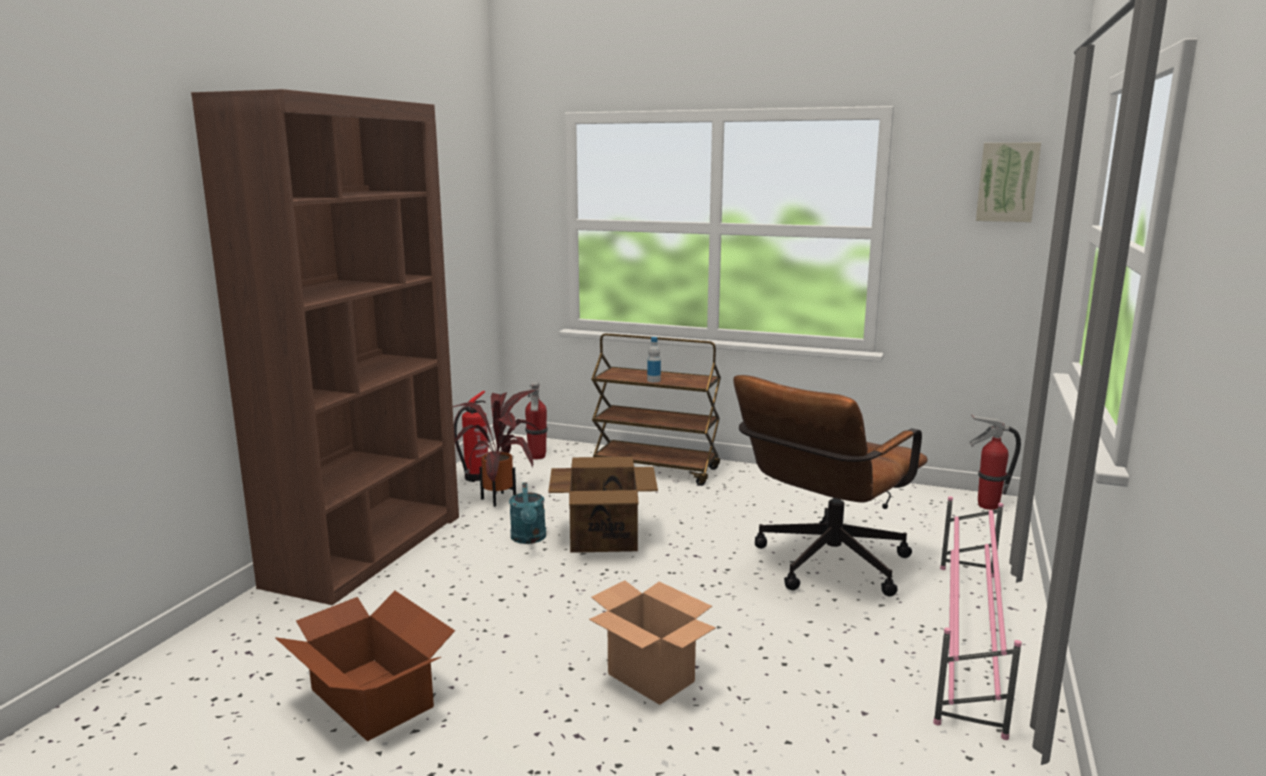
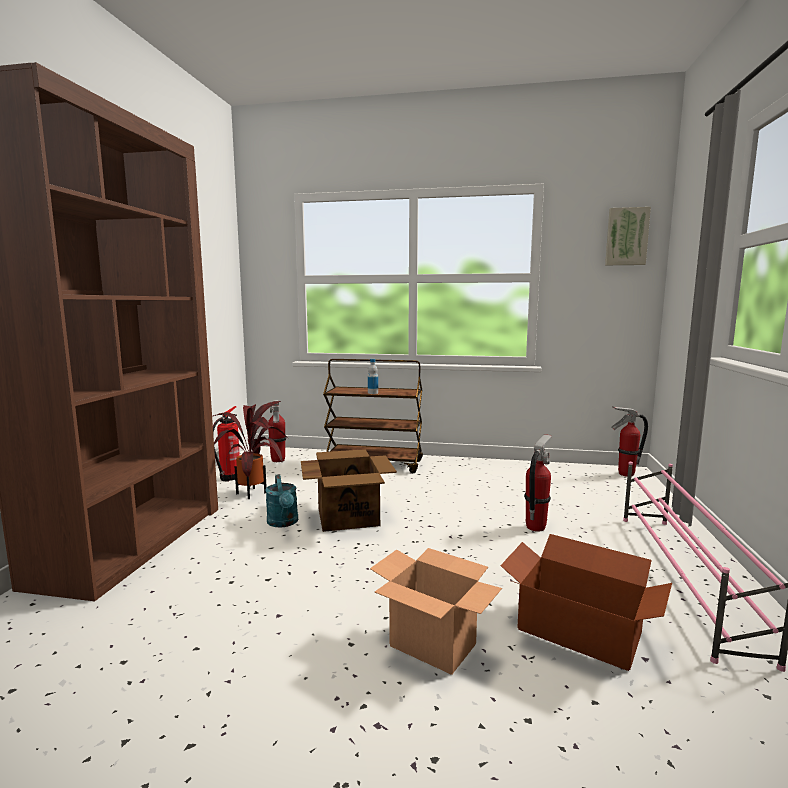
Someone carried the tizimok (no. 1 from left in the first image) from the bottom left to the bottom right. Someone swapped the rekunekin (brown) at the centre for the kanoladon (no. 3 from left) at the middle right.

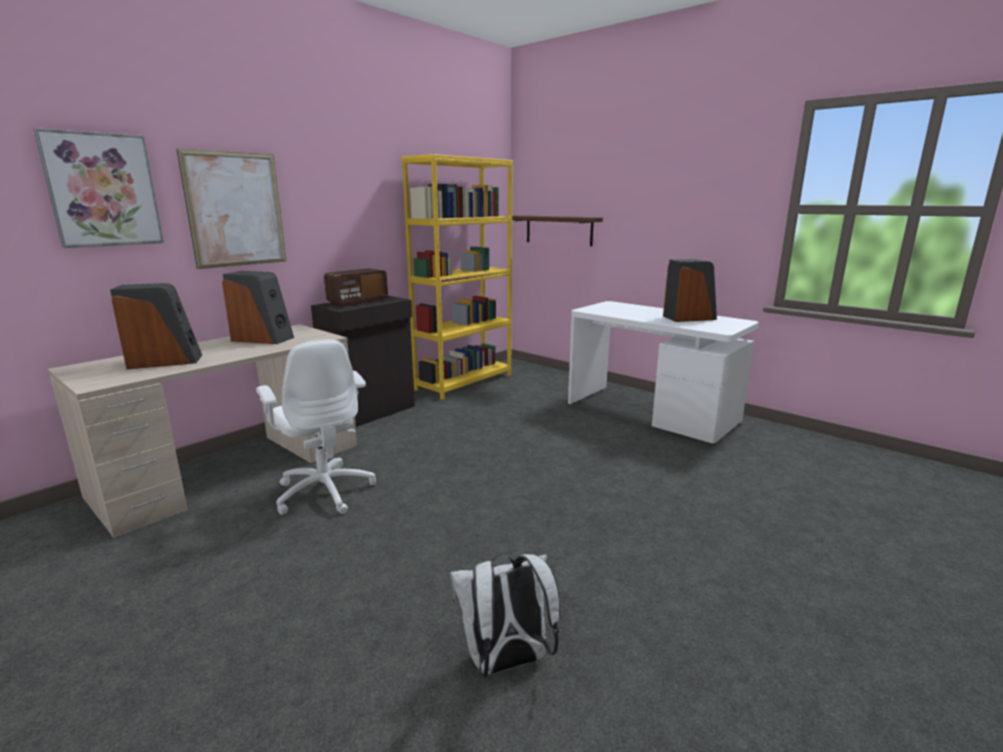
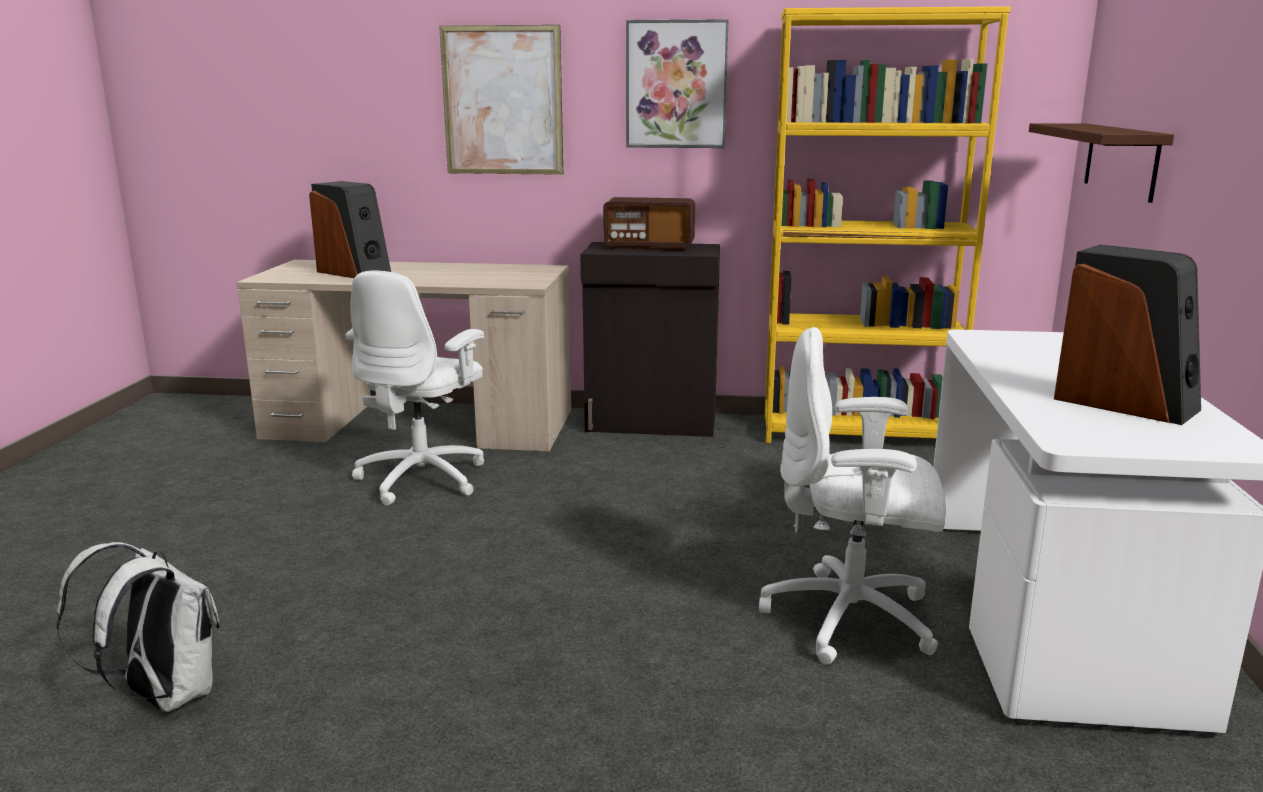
Someone carried the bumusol (no. 1 from left in the first image) from the top left to the top centre. Someone put down the rekunekin (white) (no. 2 from left) at the middle right. Someone took away the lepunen (no. 2 from left) at the middle left.

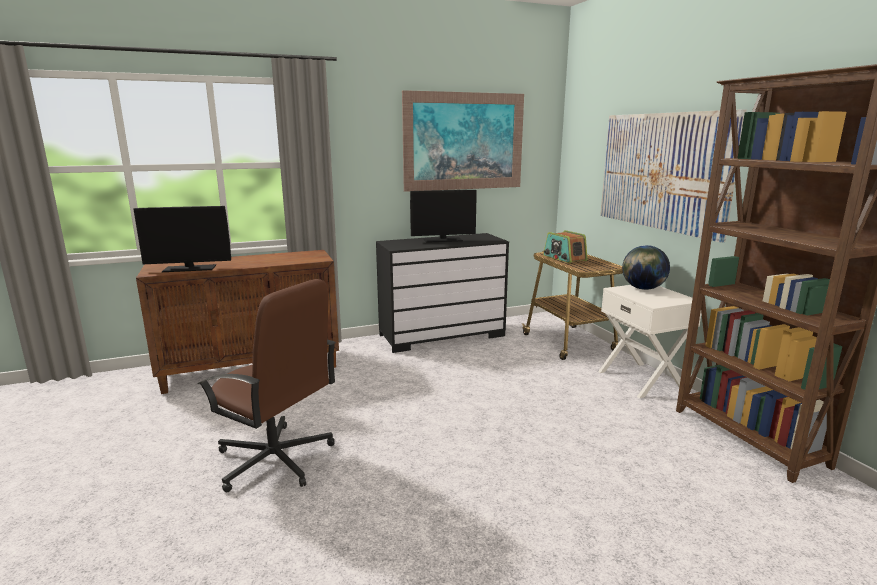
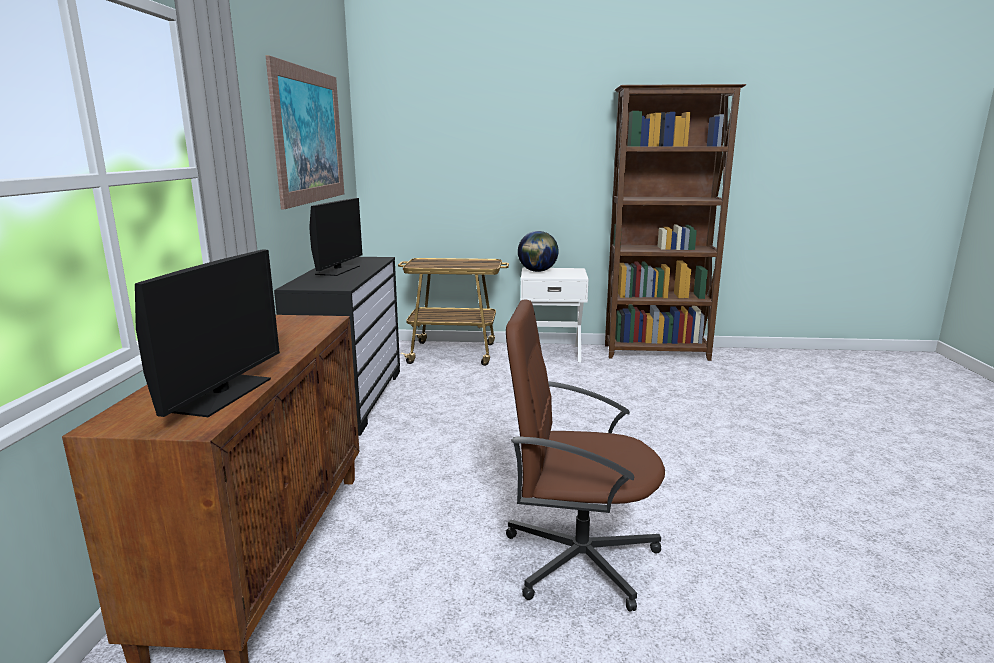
Someone rotated the rekunekin (brown) at the middle left by 135 degrees counterclockwise. Someone took away the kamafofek at the centre. Someone took away the bumusol (no. 2 from left) at the top right.

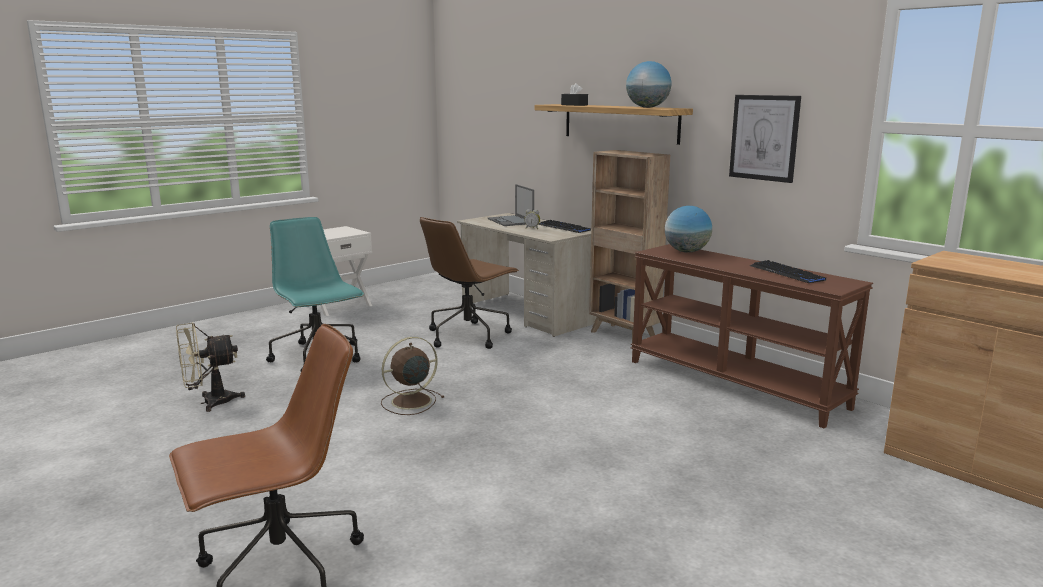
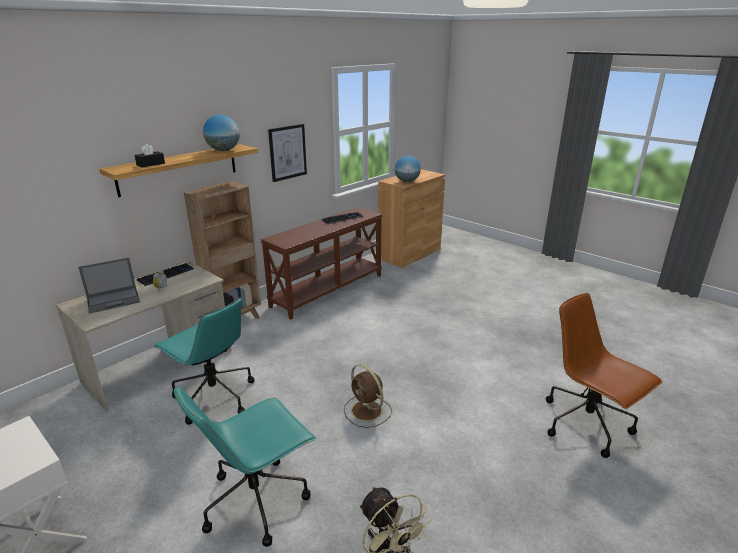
Someone repainted the rekunekin (brown) (no. 2 from left) at the centre, which became the rekunekin (turquoise) (no. 1 from left) at the middle left. Someone carried the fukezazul (no. 2 from left) from the centre to the top centre.

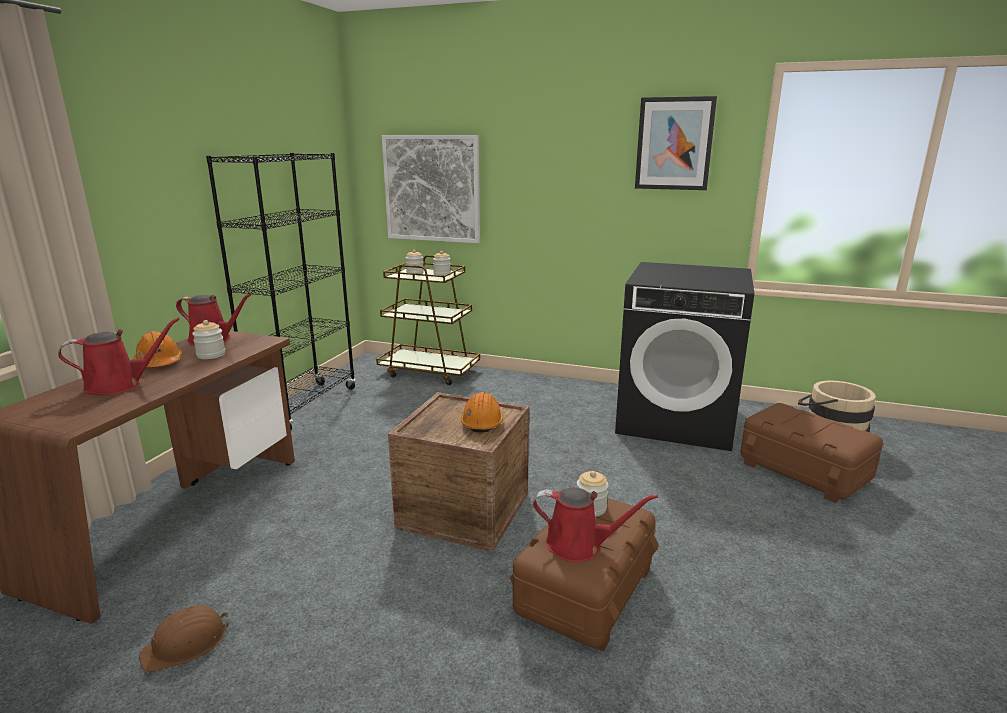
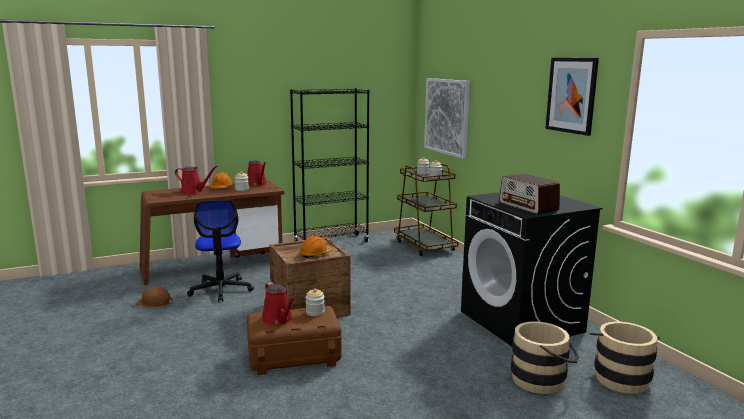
Someone put down the rekunekin at the middle left. Someone put down the kamafofek at the middle right. Someone swapped the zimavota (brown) (no. 2 from left) at the middle right for the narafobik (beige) (no. 1 from left) at the bottom right.

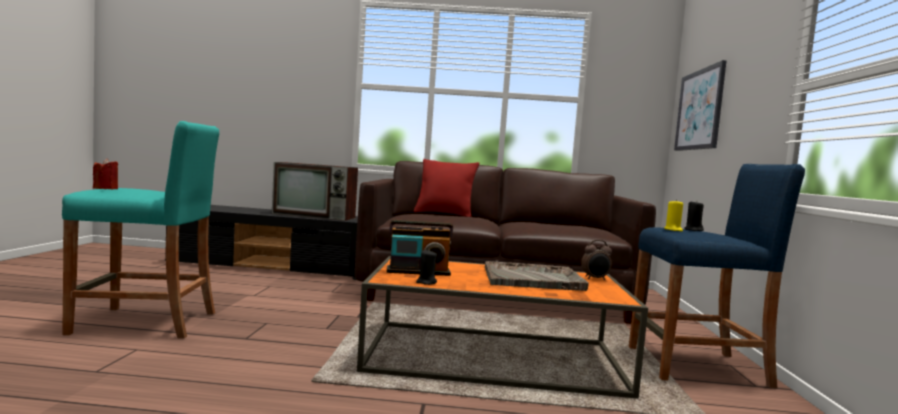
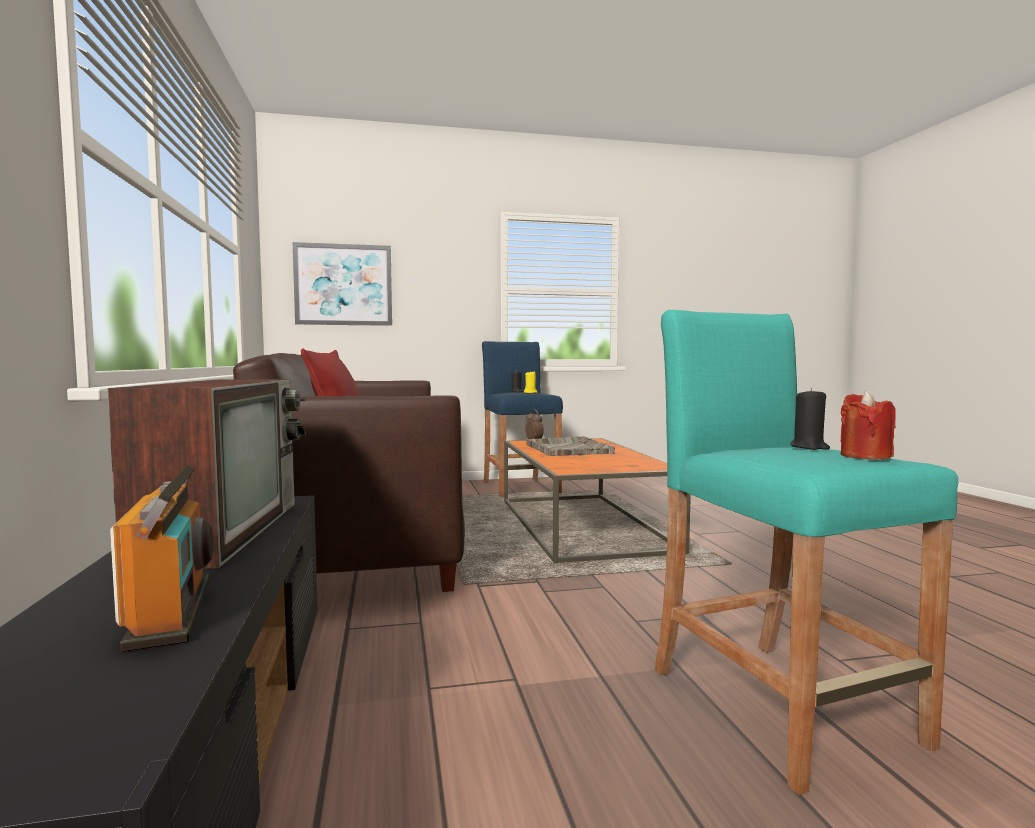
Someone carried the kamafofek from the centre to the bottom left. Someone carried the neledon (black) (no. 1 from left in the first image) from the centre to the middle right.

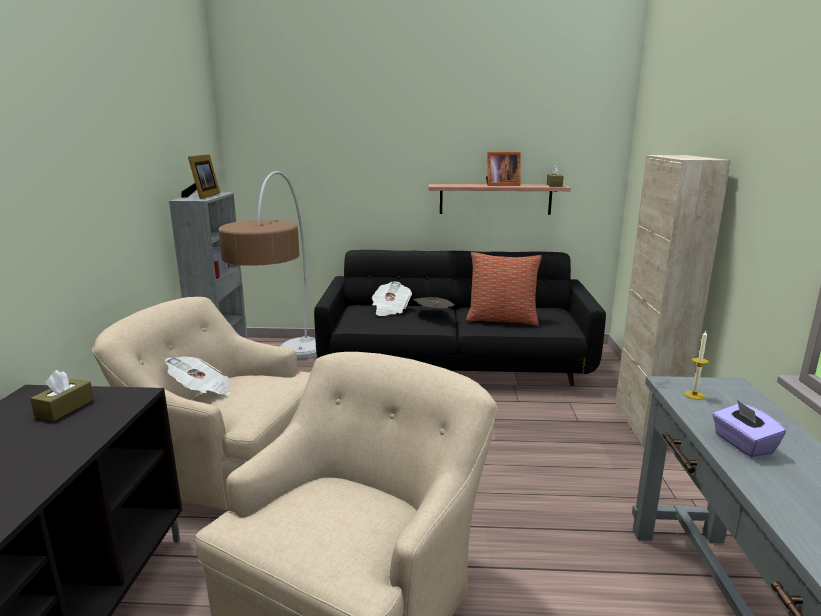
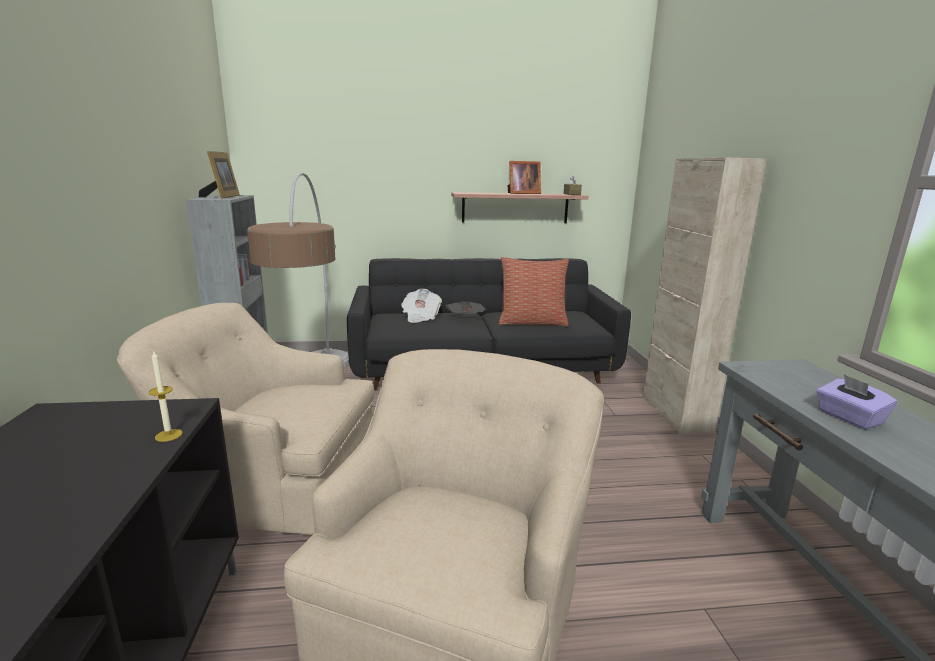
Someone carried the neledon from the middle right to the middle left. Someone took away the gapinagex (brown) (no. 1 from left) at the middle left. Someone took away the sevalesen (no. 1 from left) at the middle left.

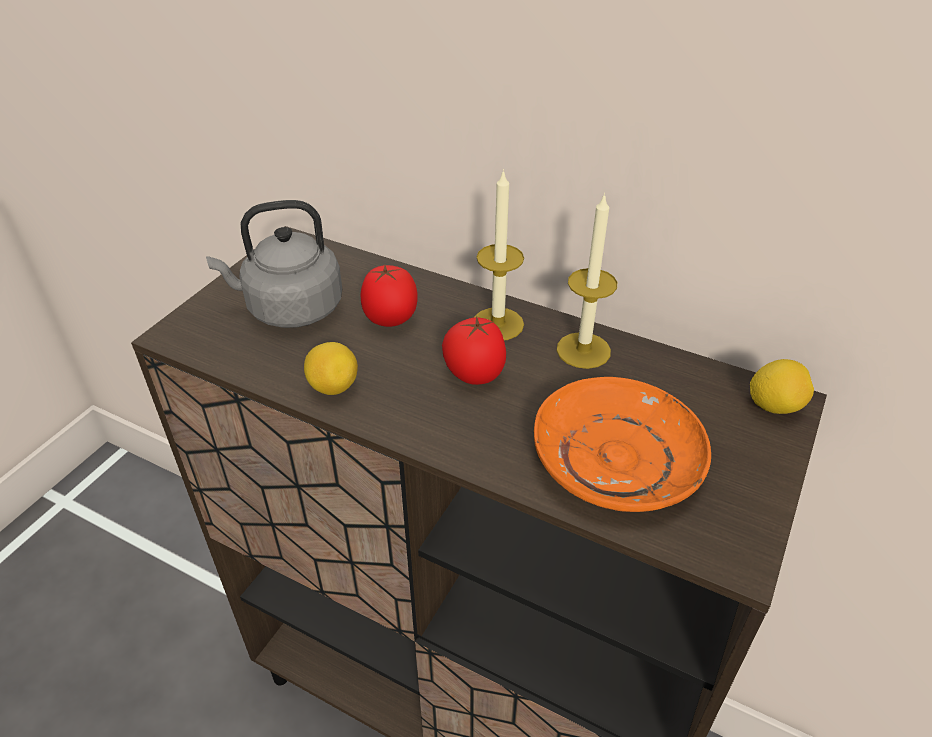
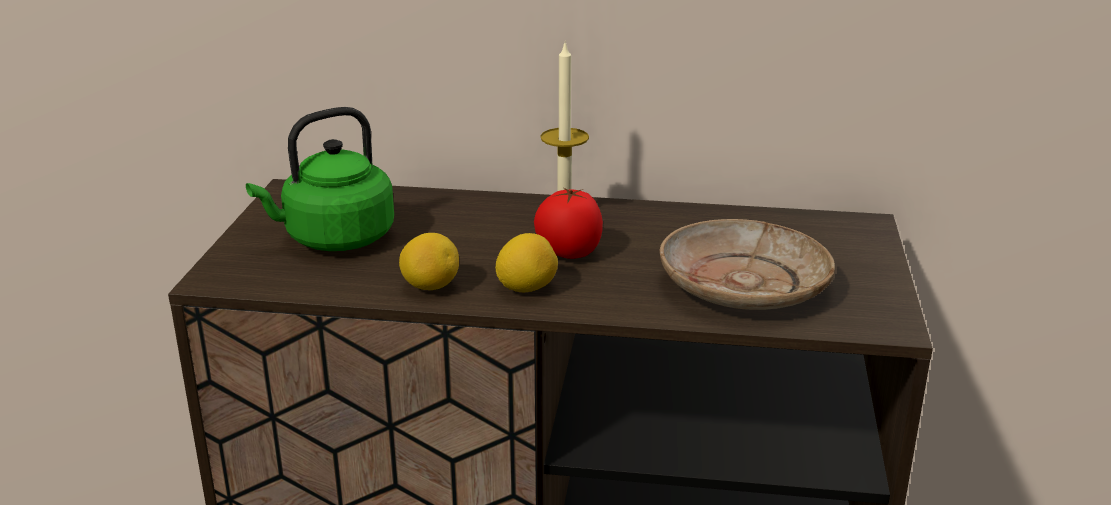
Someone repainted the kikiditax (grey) at the middle left, which became the kikiditax (green) at the middle left. Someone carried the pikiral (no. 2 from left) from the middle right to the centre. Someone repainted the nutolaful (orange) at the middle right, which became the nutolaful (beige) at the middle right. Someone took away the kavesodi (no. 1 from left) at the centre. Someone took away the neledon (no. 2 from left) at the centre.

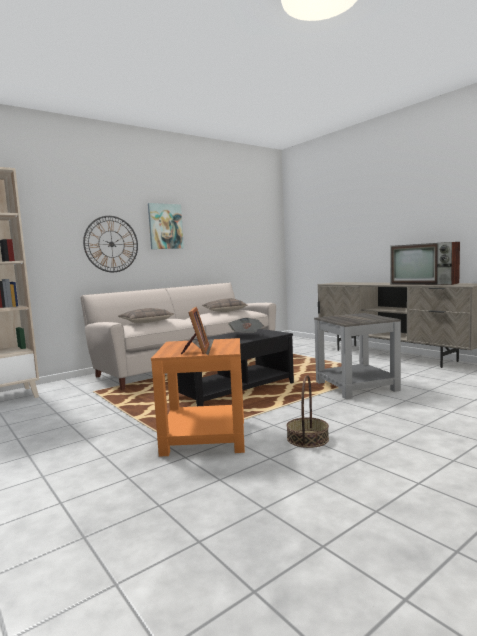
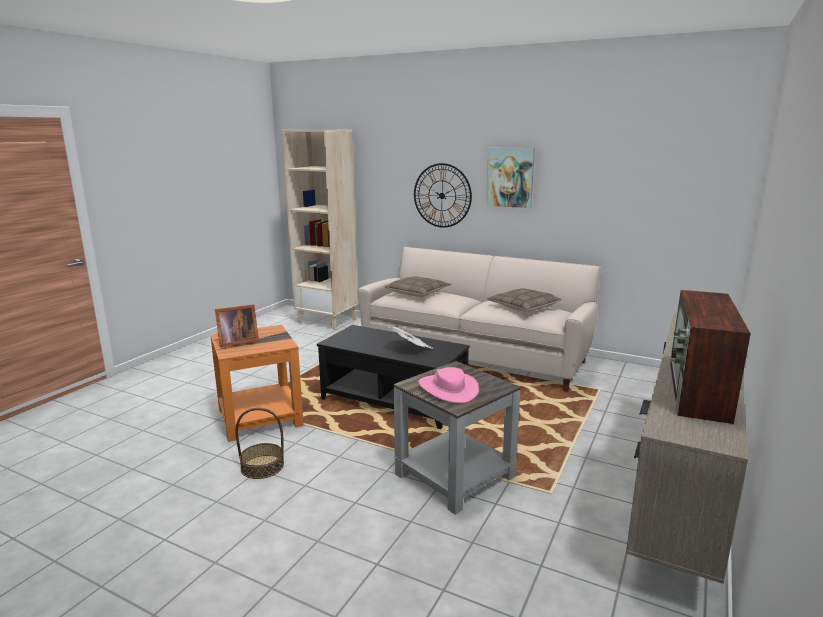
Someone put down the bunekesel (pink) at the centre.

